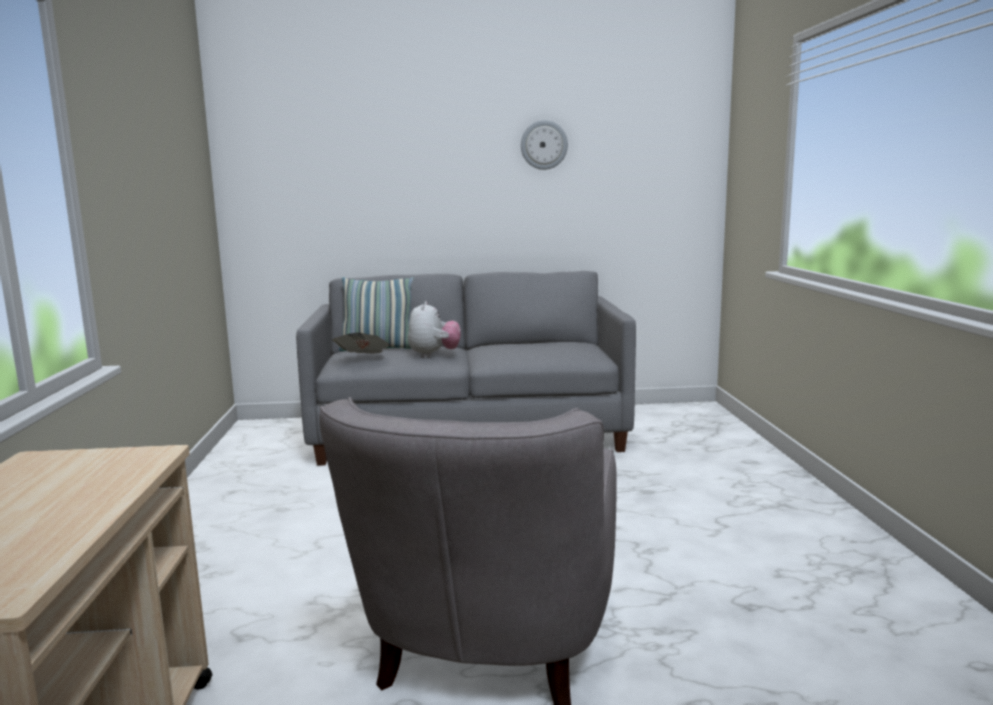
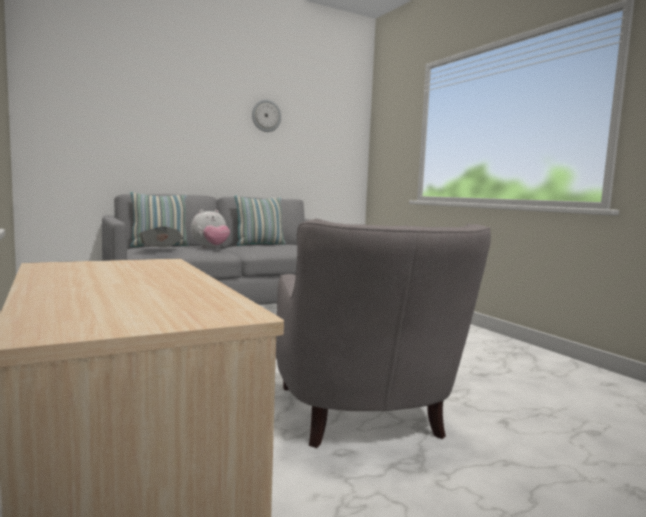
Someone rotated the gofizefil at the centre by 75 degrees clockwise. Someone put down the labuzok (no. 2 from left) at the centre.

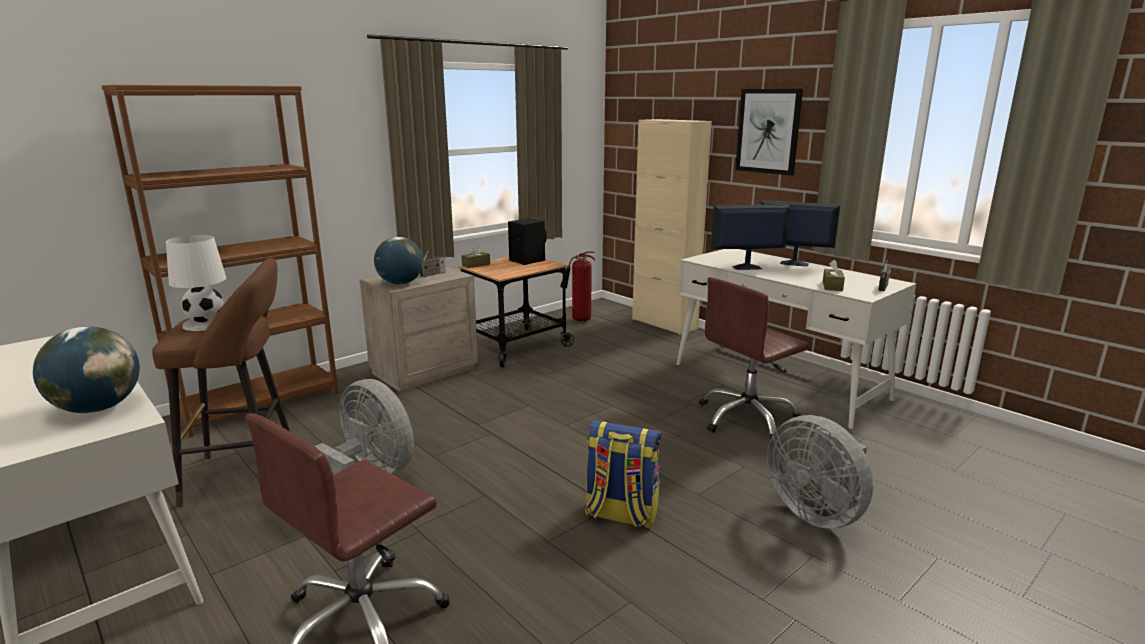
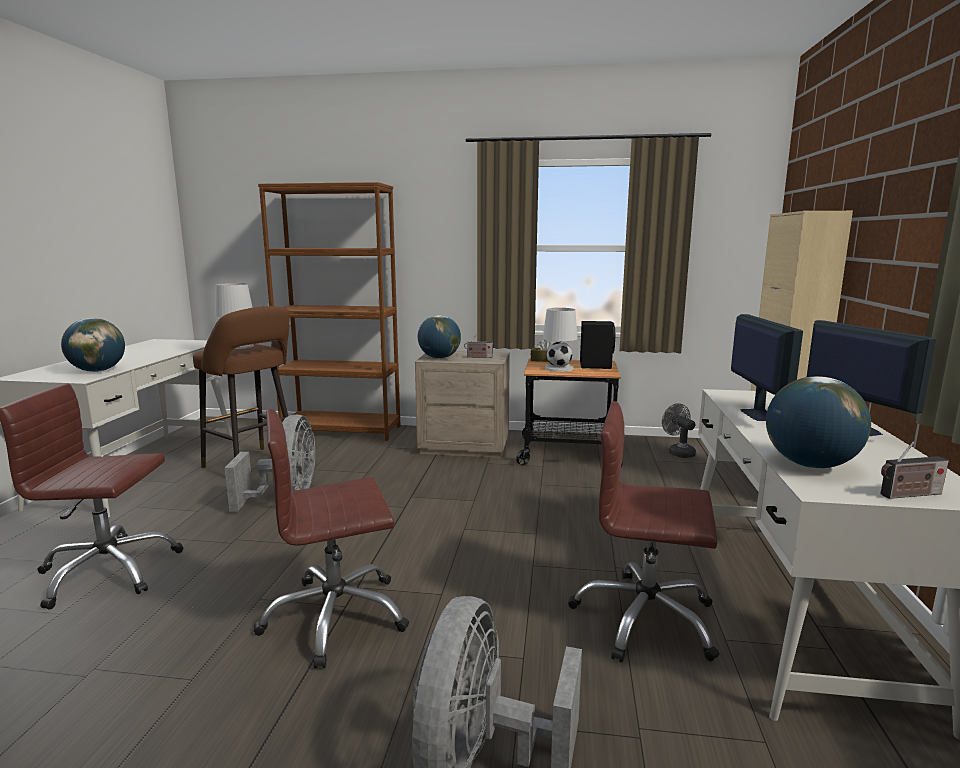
Someone swapped the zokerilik at the bottom centre for the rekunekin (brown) (no. 2 from left) at the bottom centre. Someone put down the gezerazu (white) (no. 2 from left) at the centre. Someone swapped the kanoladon at the centre for the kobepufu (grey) (no. 3 from left) at the middle right. Someone rotated the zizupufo (no. 1 from left) at the centre by 45 degrees clockwise. Someone swapped the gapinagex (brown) (no. 2 from left) at the middle right for the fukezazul (no. 3 from left) at the middle right. Someone took away the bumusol at the top right.

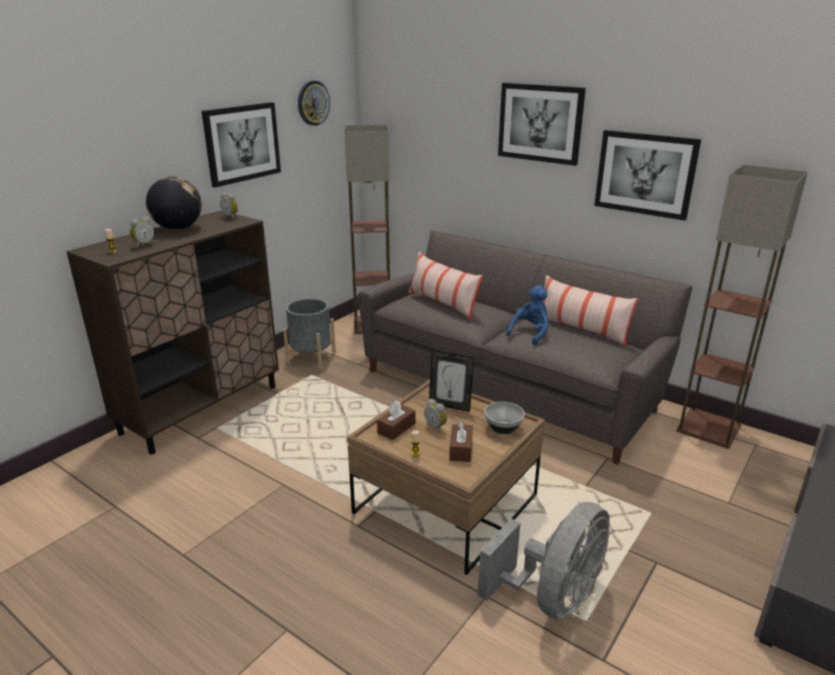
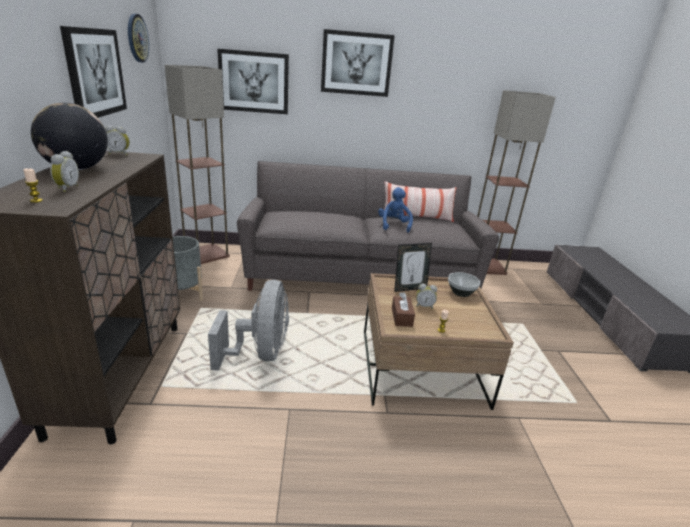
Someone carried the kobepufu (grey) from the bottom centre to the centre. Someone carried the bumusol (no. 3 from left in the first image) from the top right to the top centre. Someone took away the labuzok (no. 1 from left) at the centre. Someone took away the gapinagex (brown) (no. 2 from left) at the centre.

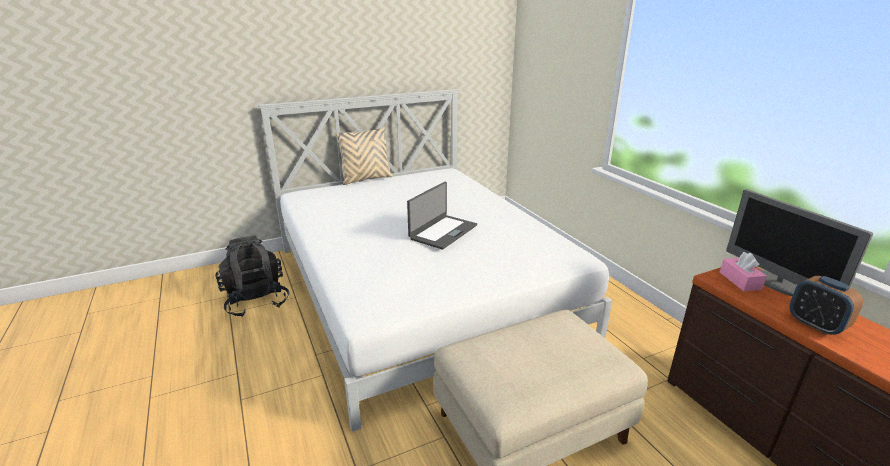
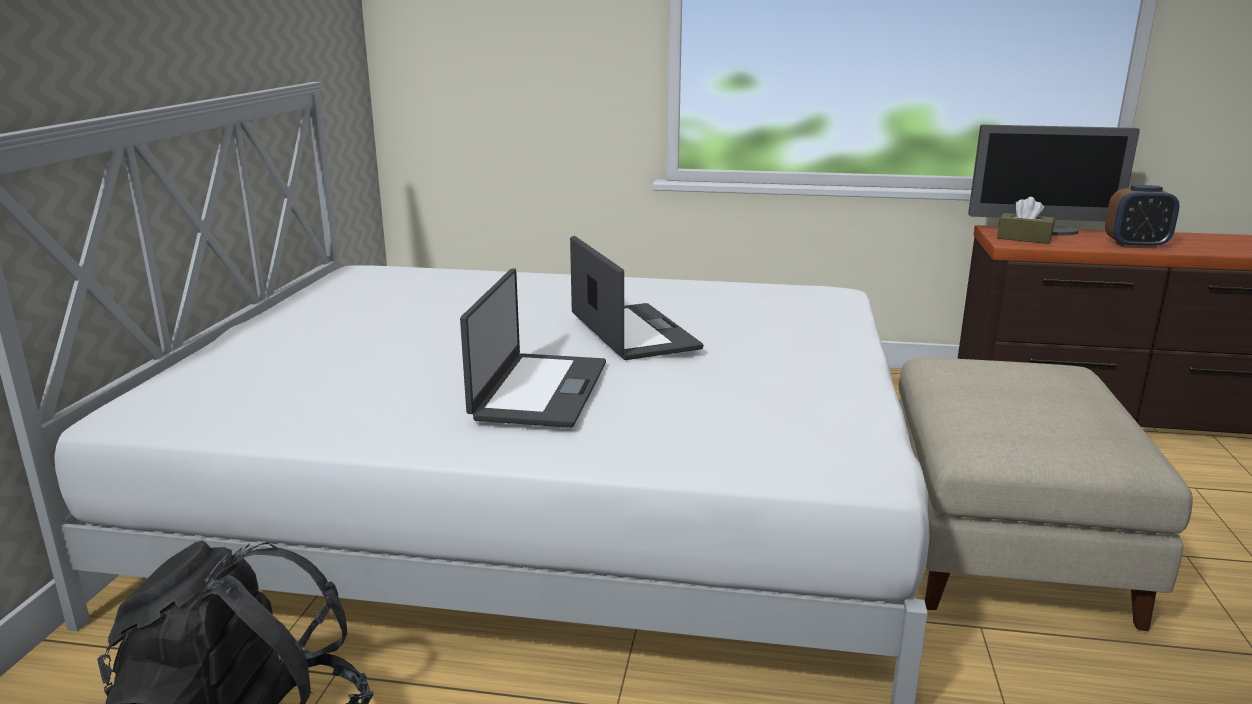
Someone put down the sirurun (no. 1 from left) at the centre. Someone repainted the gapinagex (pink) at the middle right, which became the gapinagex (brown) at the top right. Someone took away the labuzok (beige) at the centre.

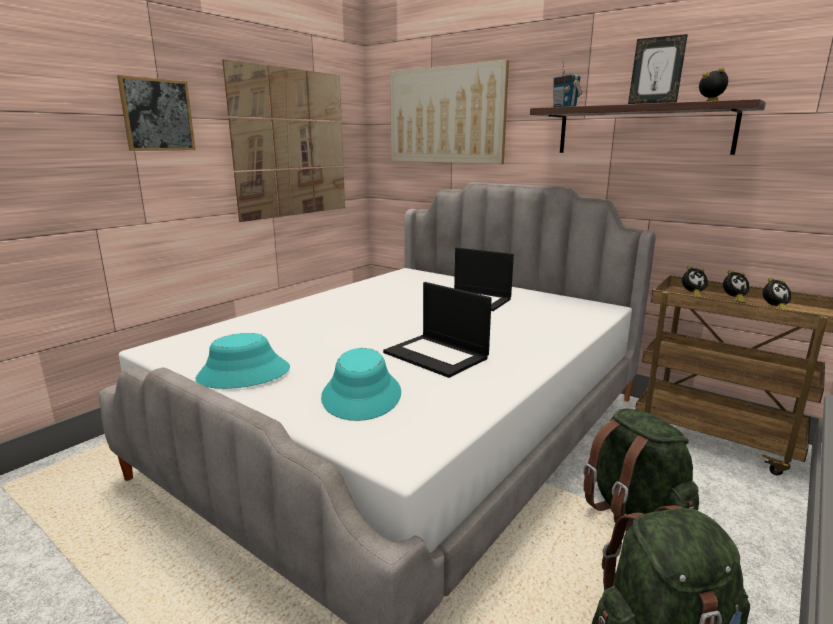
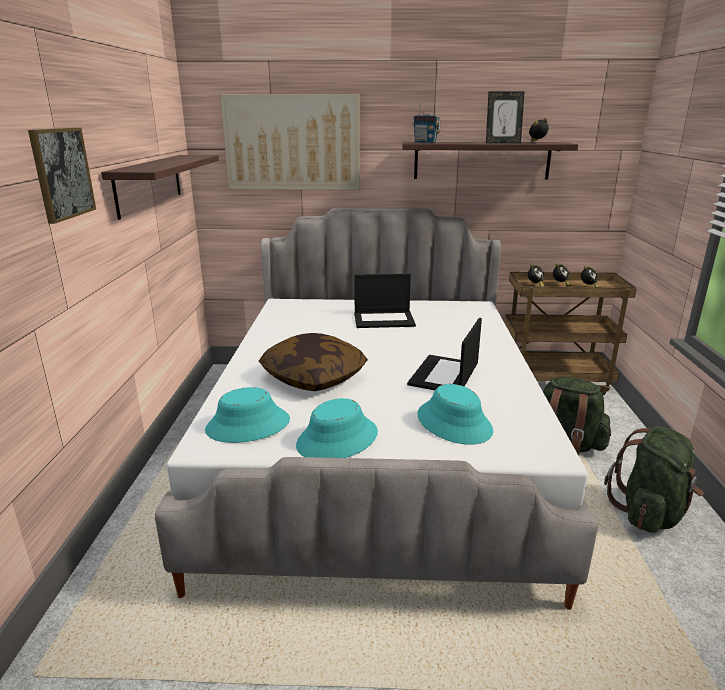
Someone swapped the bumusol (no. 2 from left) at the top centre for the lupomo (no. 1 from left) at the top left. Someone put down the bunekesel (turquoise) (no. 1 from left) at the centre. Someone put down the labuzok at the centre. Someone rotated the sirurun (no. 1 from left in the first image) at the centre by 105 degrees clockwise.

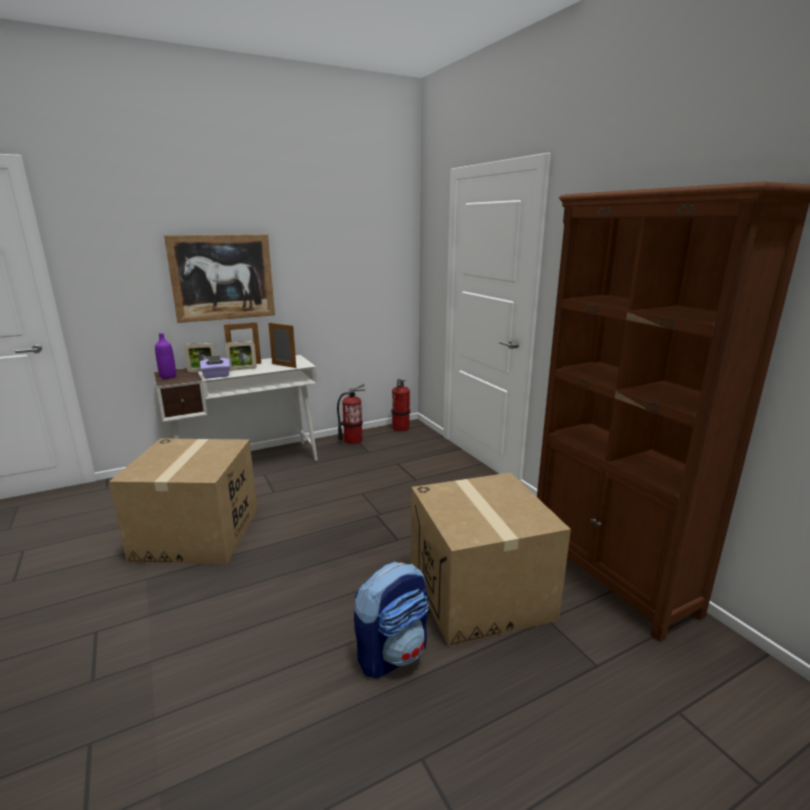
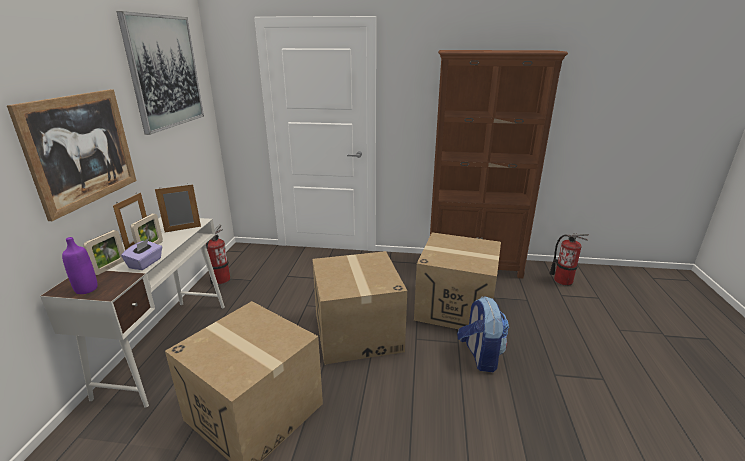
Someone put up the bumusol (no. 2 from left) at the top left. Someone put down the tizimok (no. 2 from left) at the bottom centre. Someone carried the kanoladon (no. 2 from left) from the centre to the middle right.

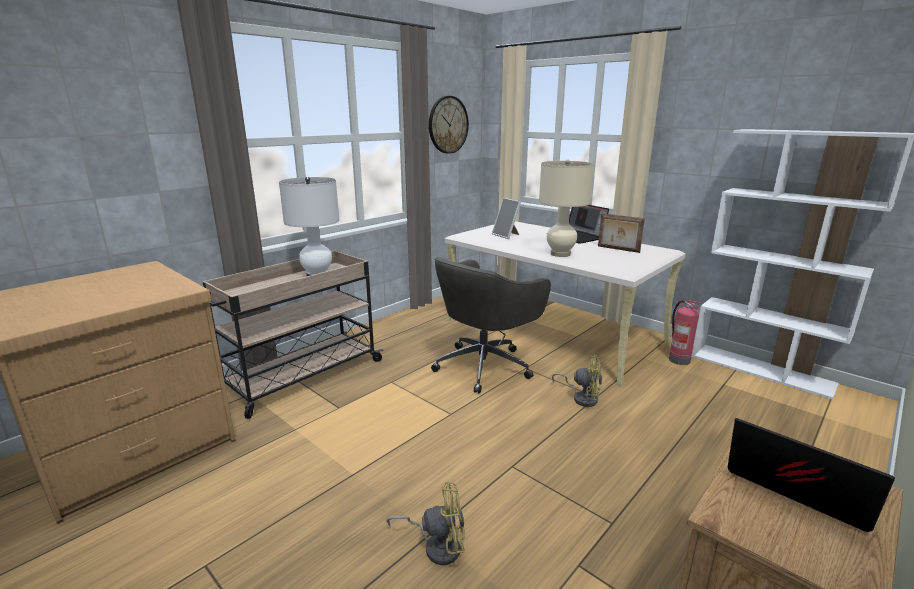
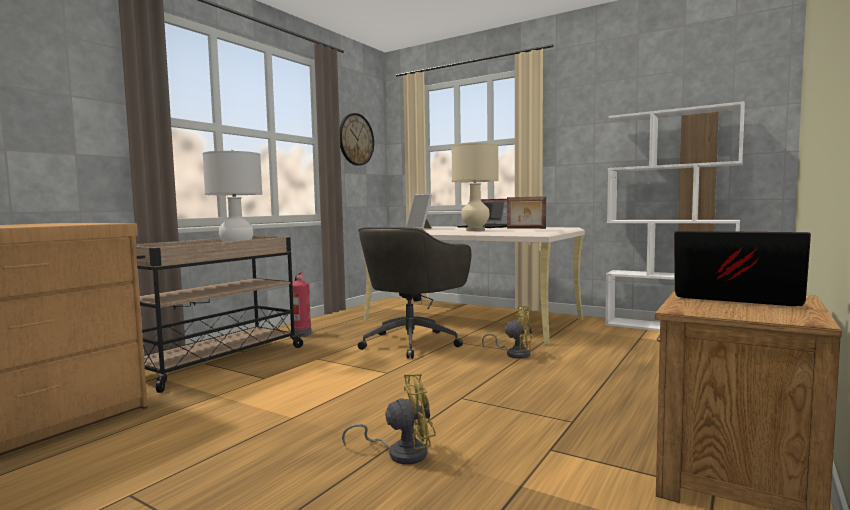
Someone carried the kanoladon from the middle right to the centre.

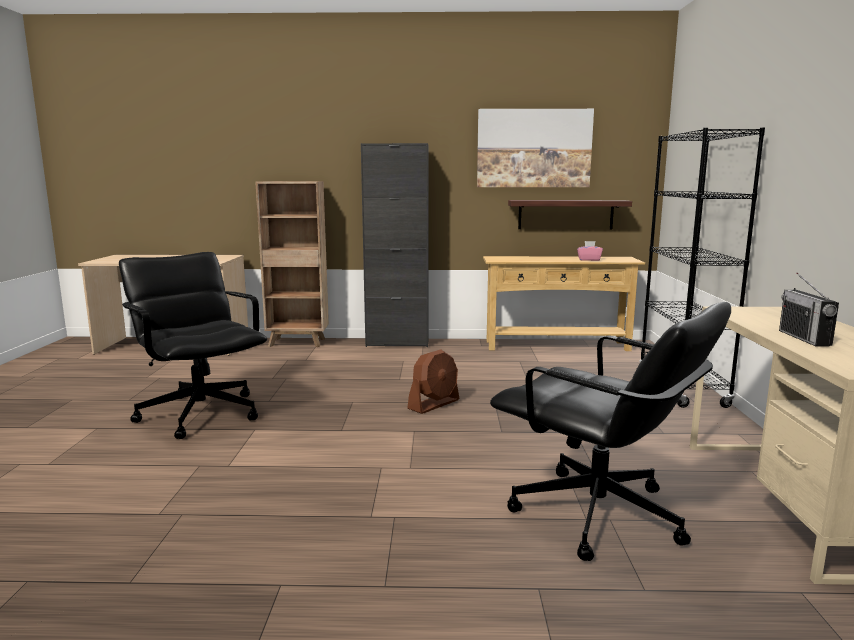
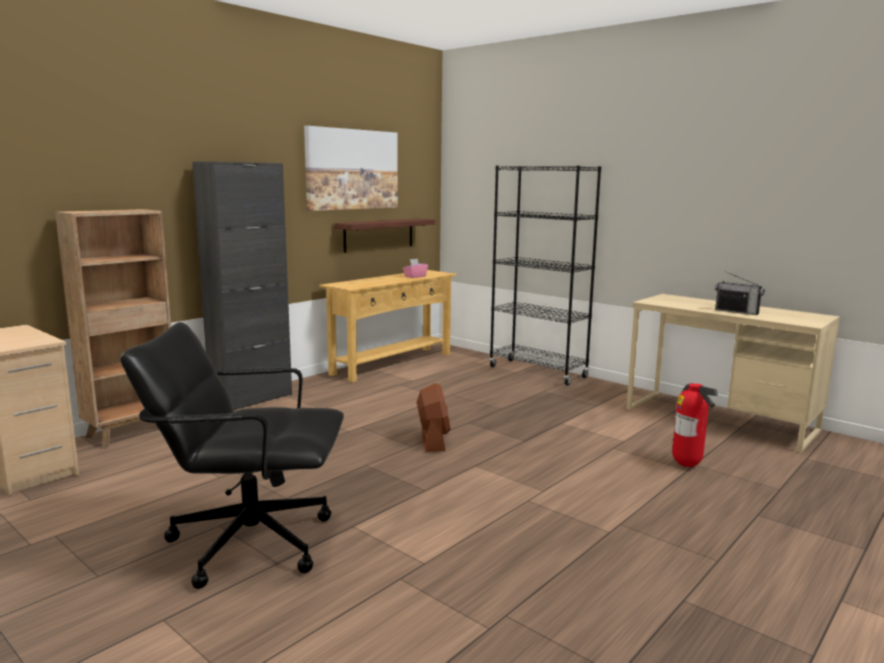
Someone swapped the rekunekin (black) (no. 2 from left) at the bottom right for the kanoladon at the middle right.

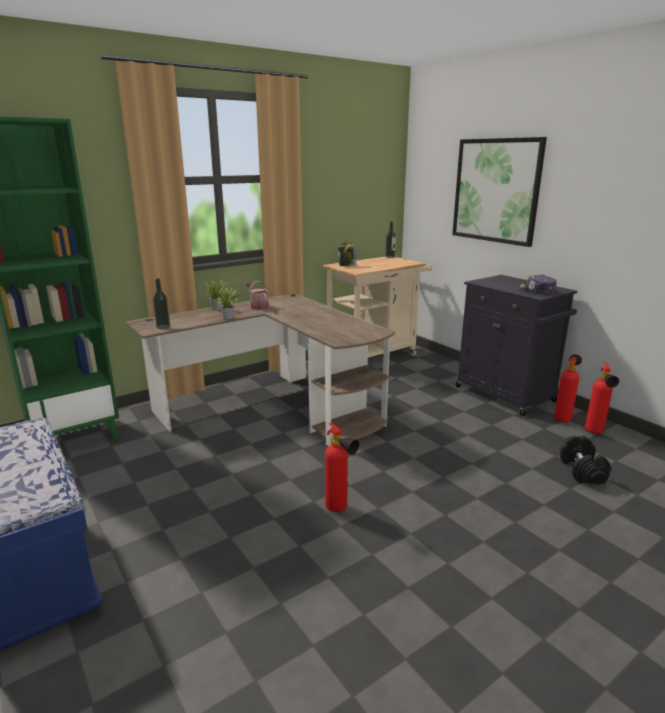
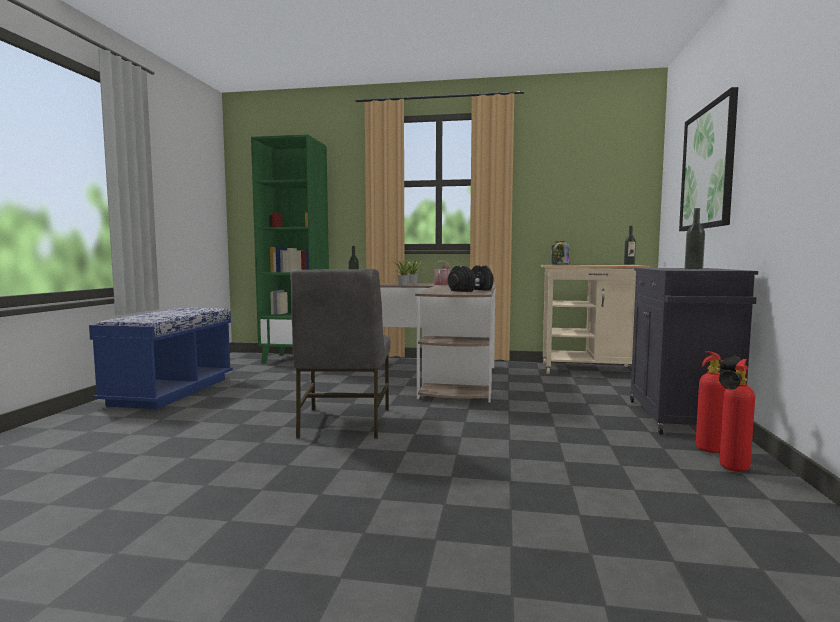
Someone swapped the kanoladon (no. 1 from left) at the centre for the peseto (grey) at the centre. Someone carried the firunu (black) from the middle right to the centre. Someone swapped the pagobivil at the middle right for the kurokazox (no. 3 from left) at the middle right.

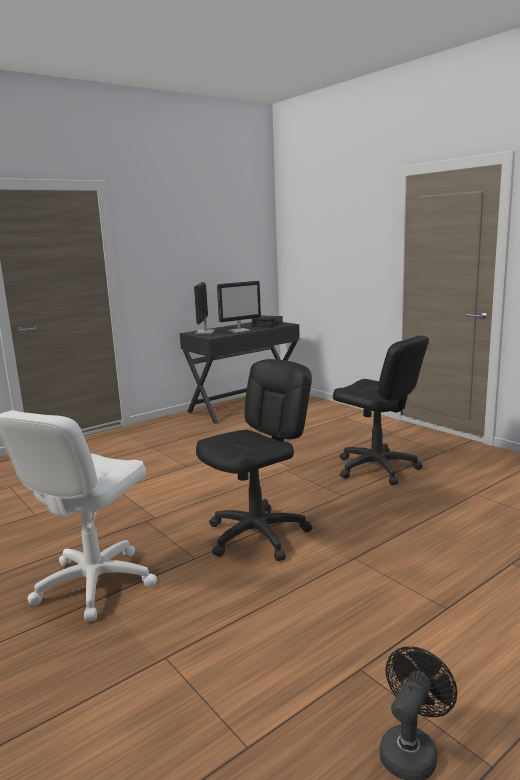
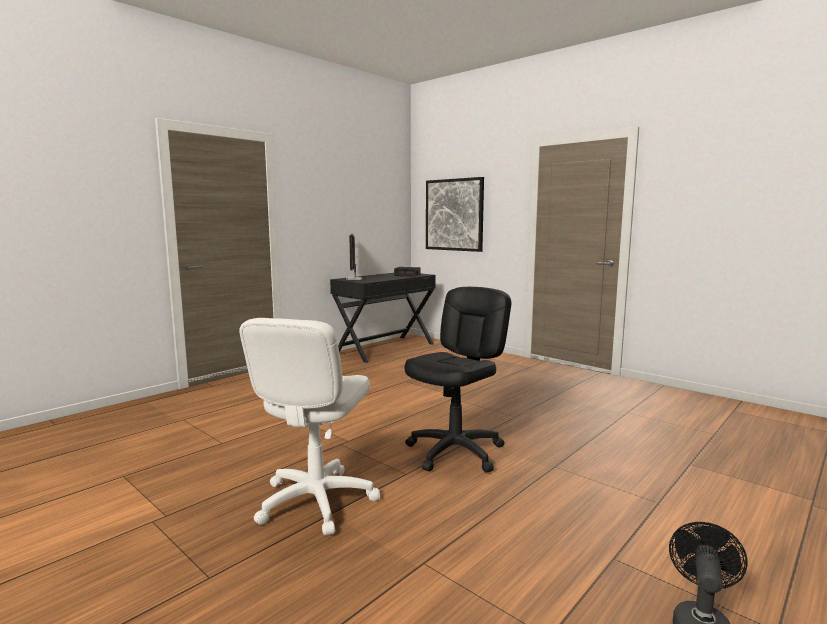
Someone put up the bumusol at the centre. Someone took away the zizupufo (no. 2 from left) at the centre. Someone took away the rekunekin (black) (no. 2 from left) at the middle right.

